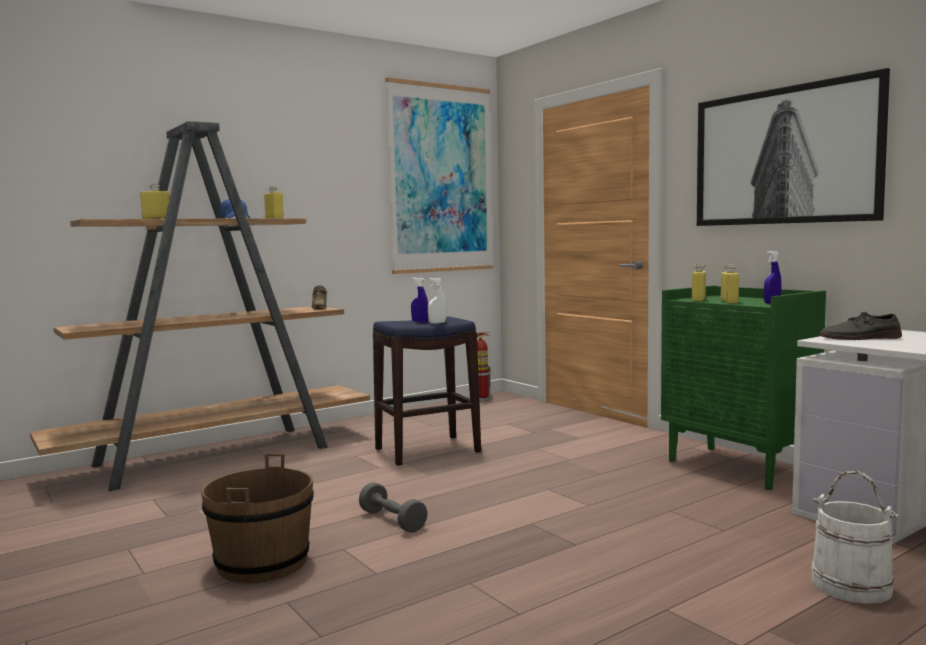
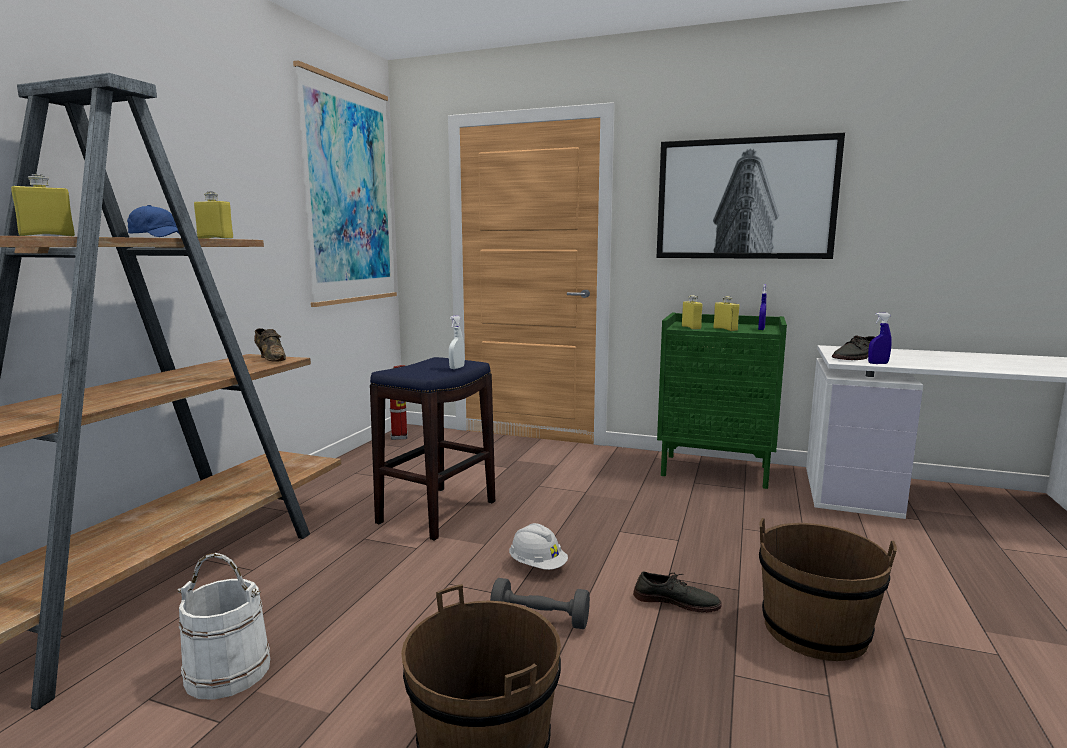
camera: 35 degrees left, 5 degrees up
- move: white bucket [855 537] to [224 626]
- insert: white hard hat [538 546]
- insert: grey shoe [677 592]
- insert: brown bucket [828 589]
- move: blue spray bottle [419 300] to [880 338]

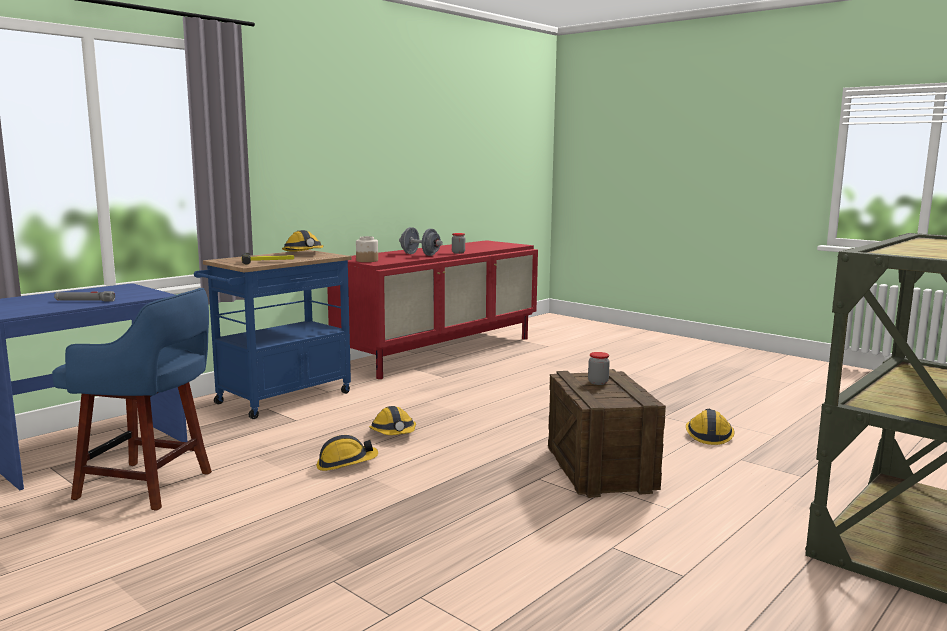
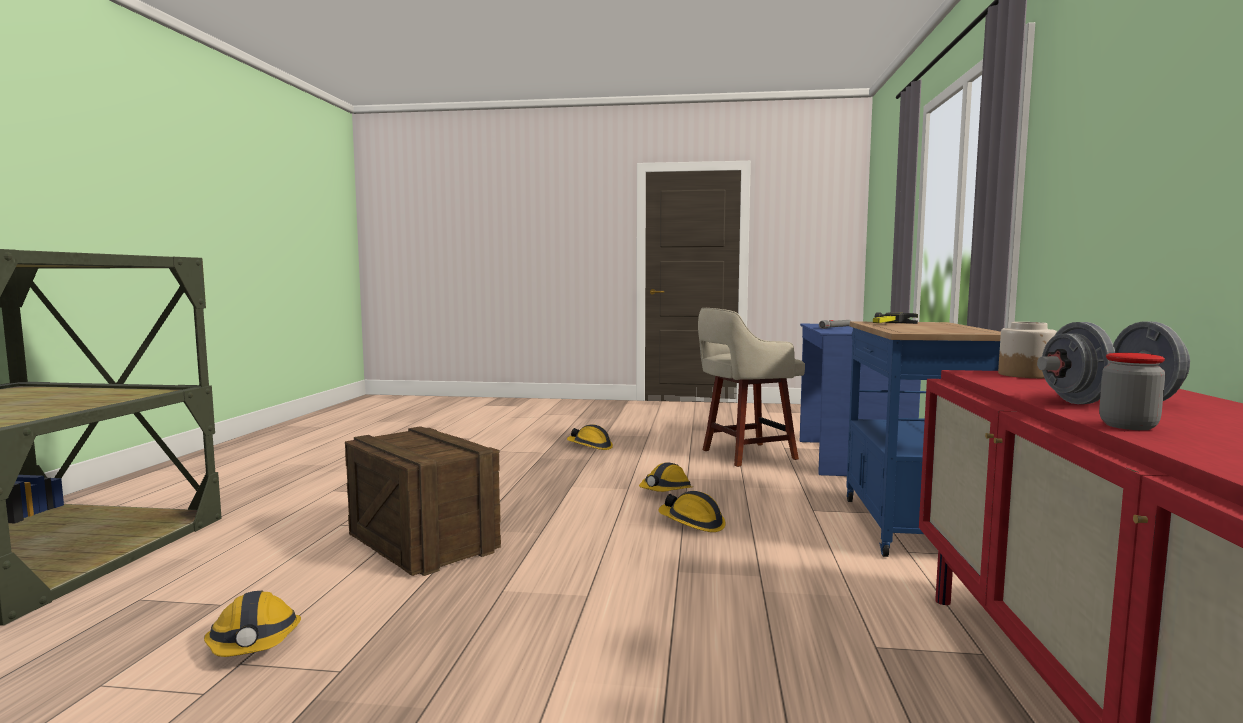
camera: 145 degrees right, 5 degrees down
- move: hard hat [303 241] to [590 437]
- recolor: blue stool [132 399] to beige stool [751 387]
- delete: jar [599 368]

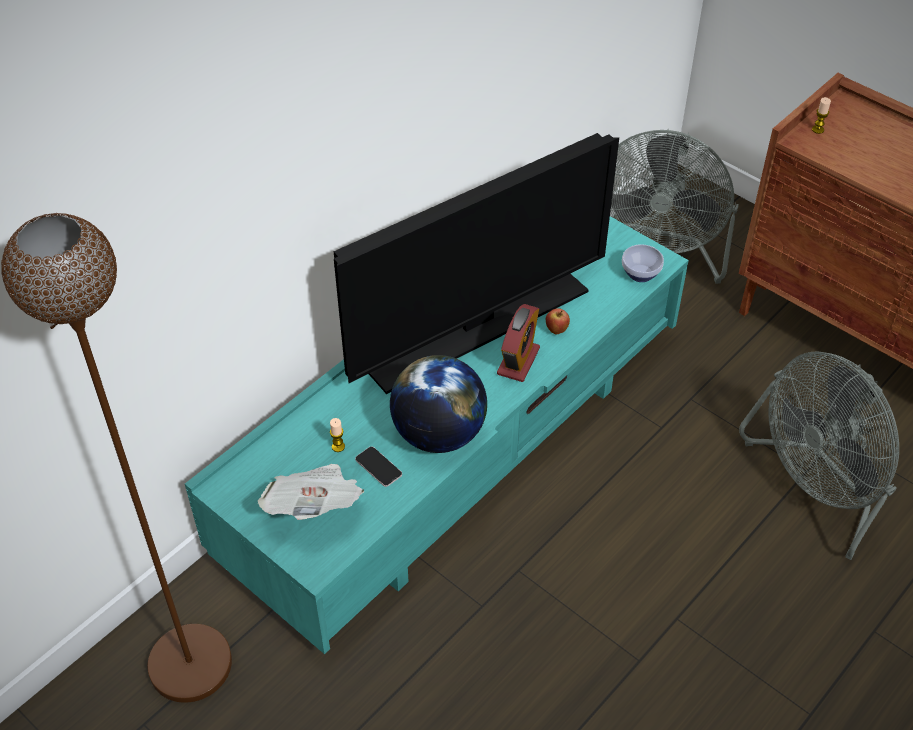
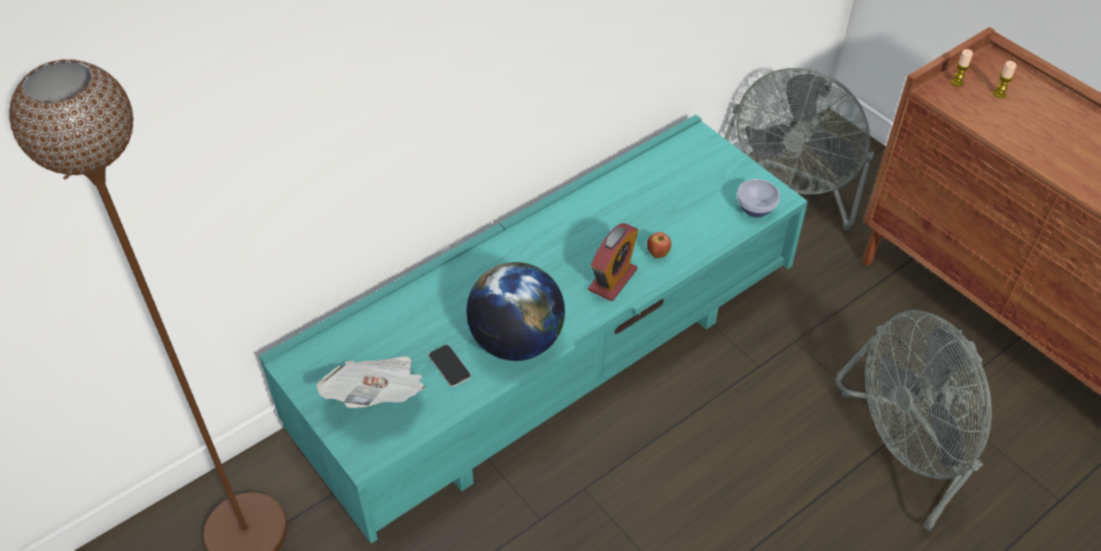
camera: 10 degrees right, 0 degrees up
- move: candle [337 435] to [1004 79]
- delete: television [476 263]

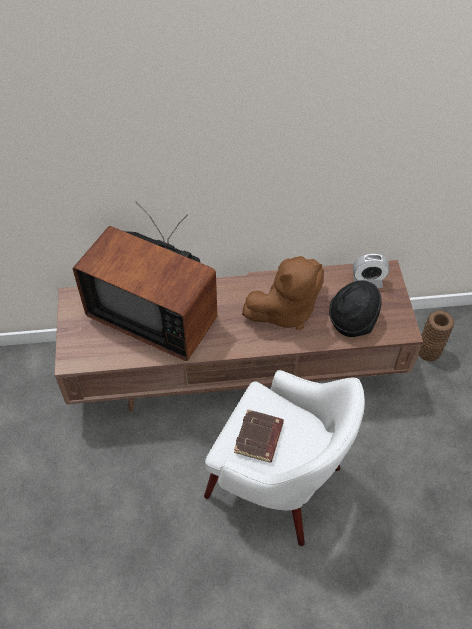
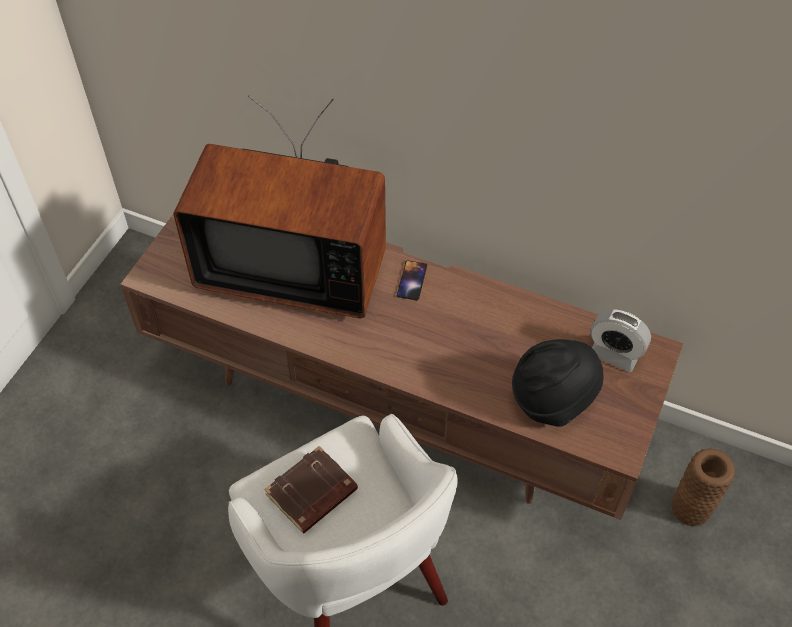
camera: 30 degrees right, 0 degrees up
- rotate: television [145 281] = [279 206] 45 degrees counterclockwise
- insert: phone [412 280]
- delete: brown plush toy [283 293]

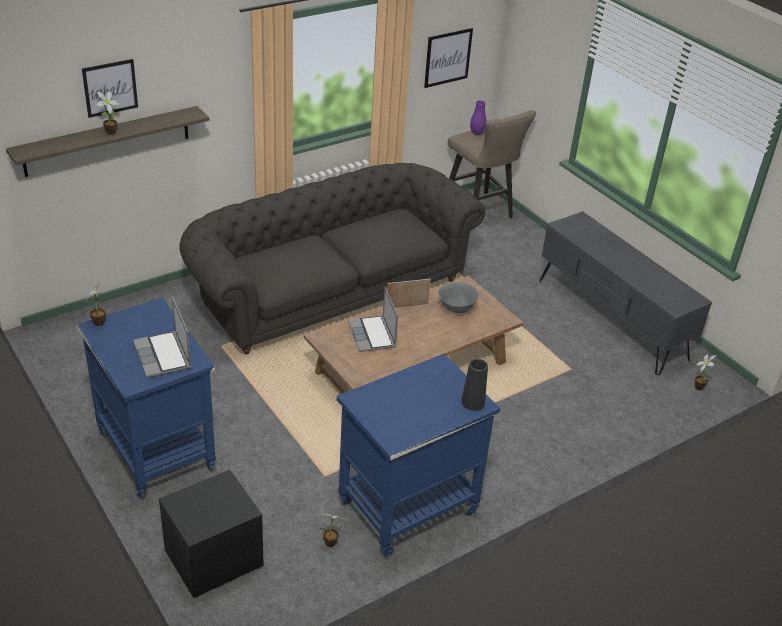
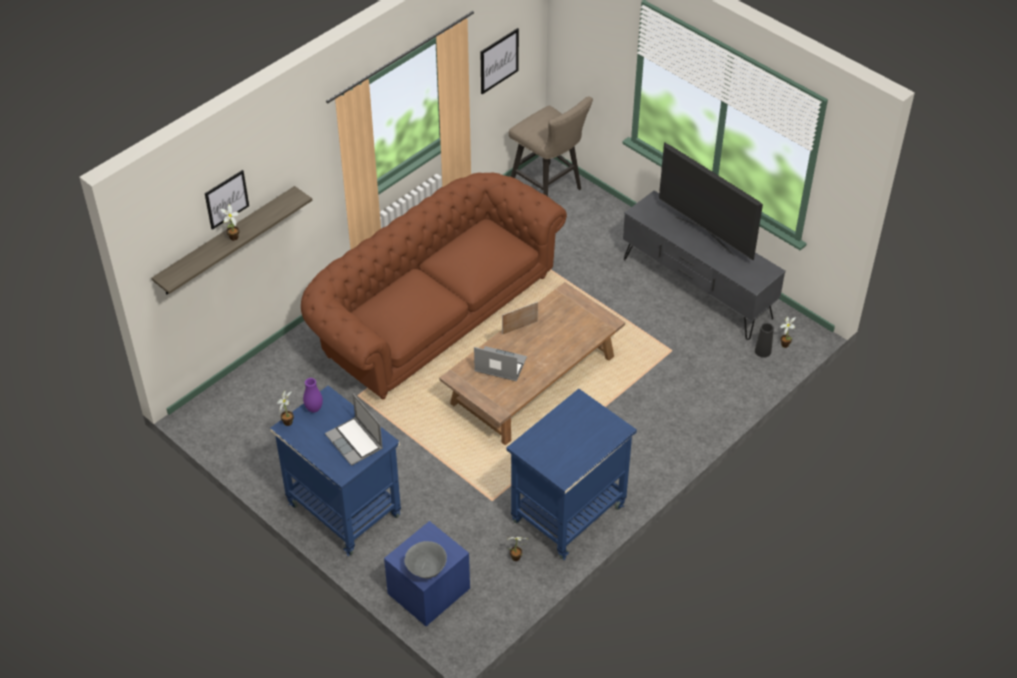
camera: 10 degrees left, 10 degrees up
- recolor: grey sofa [332 258] to brown sofa [434 285]
- move: purple vase [478 117] to [313 395]
- recolor: black nightstand [211 534] to blue nightstand [427 573]
- move: grey bowl [458 297] to [425 560]
- rotate: laptop [373 319] = [500 363] 135 degrees clockwise
- insert: television [711 201]
- move: black vase [474 385] to [764 340]

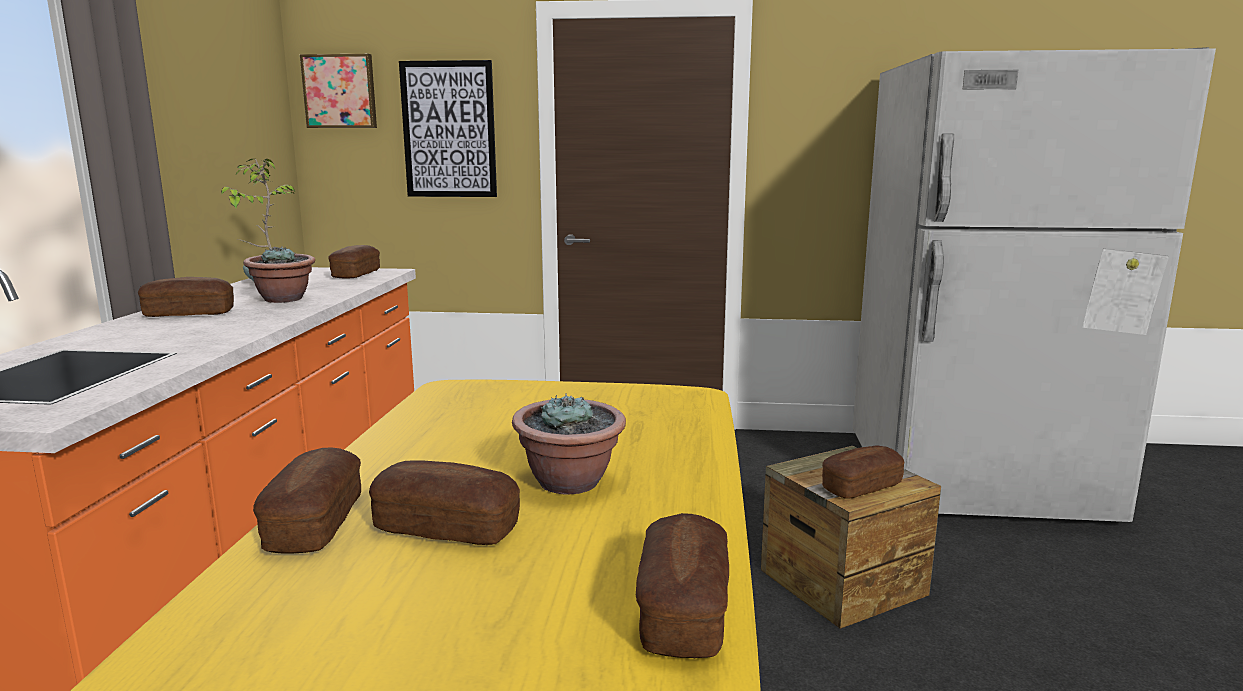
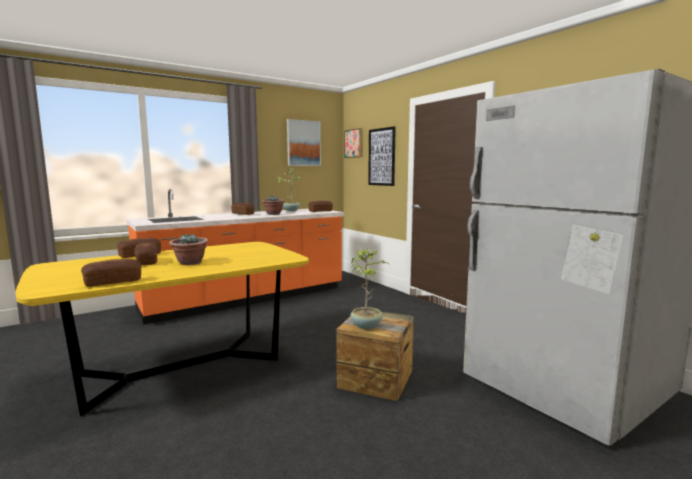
camera: 50 degrees right, 5 degrees down
- insert: picture [304 142]
- replace: bread [863 472] to potted plant [370 288]

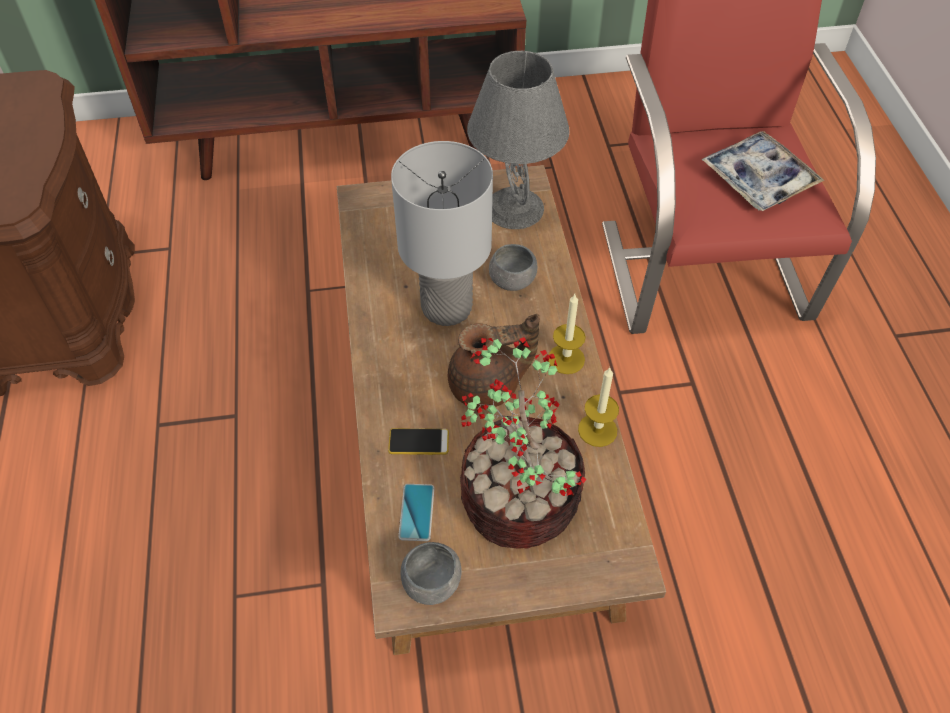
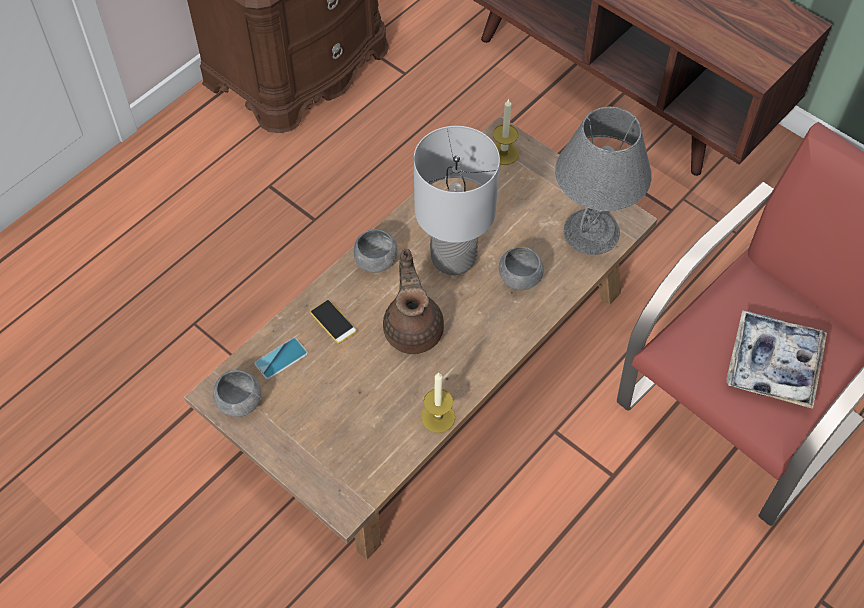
camera: 50 degrees right, 5 degrees up
- insert: grey bowl [376 251]
- rotate: brown teapot [494 361] = [413 301] 135 degrees counterclockwise
- move: candle [567 334] to [506 132]
- delete: potted plant [523 443]

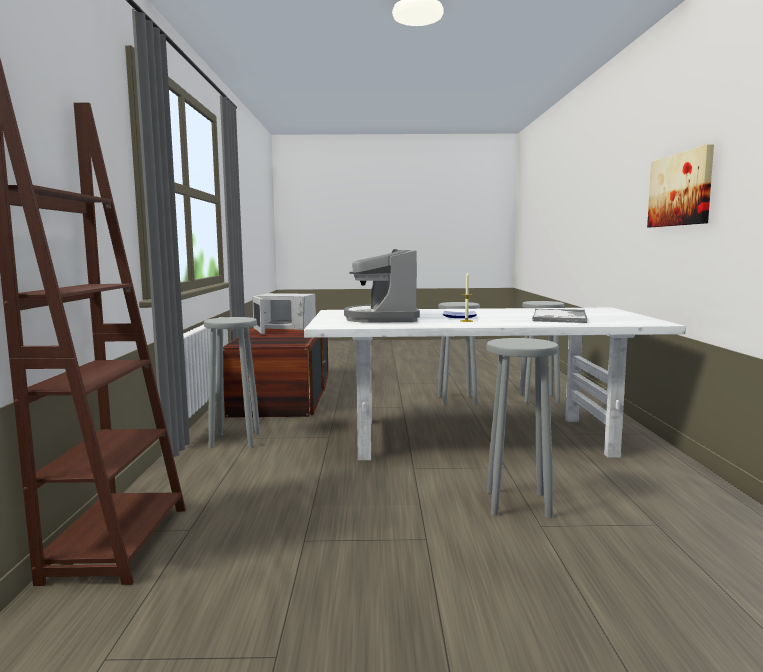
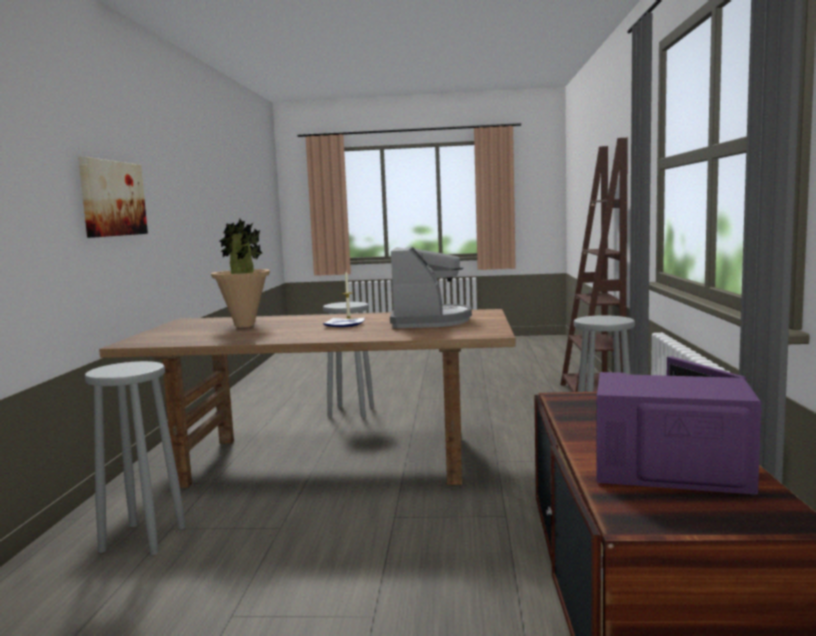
camera: 175 degrees left, 0 degrees up
- recolor: white dining table [495 383] to brown dining table [307 398]
- replace: tray [560 316] to potted plant [240 273]
- recolor: white microwave [284 313] to purple microwave [679 425]
- delete: grey stool [459 353]

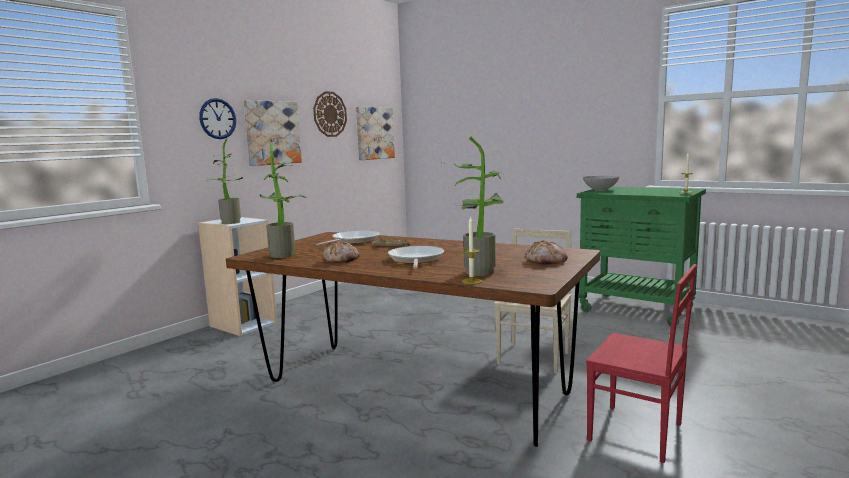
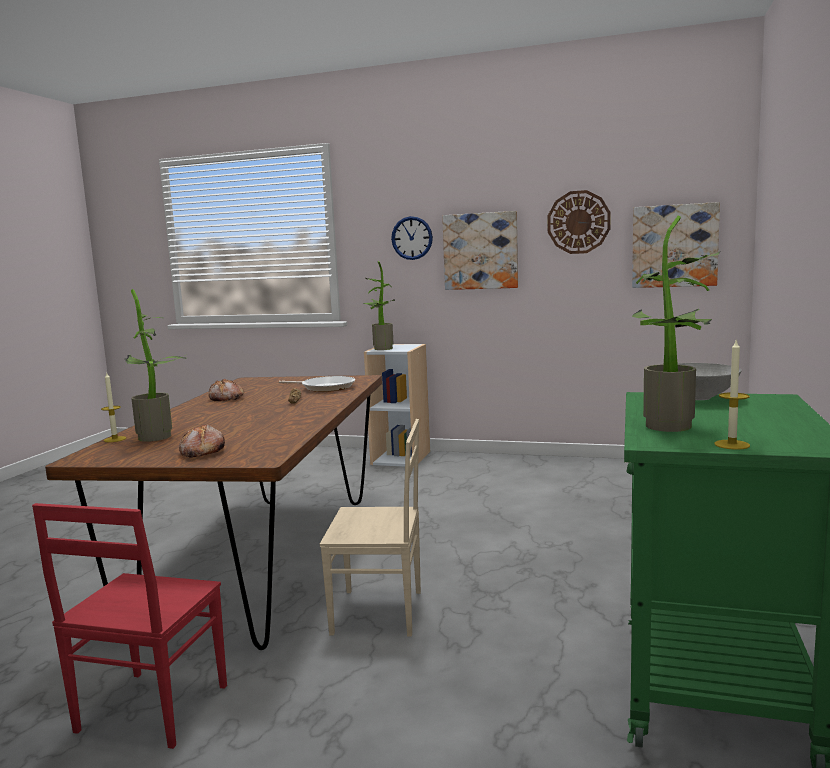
camera: 70 degrees right, 0 degrees up
- move: potted plant [283 200] to [676 324]
- delete: frying pan [416 257]

